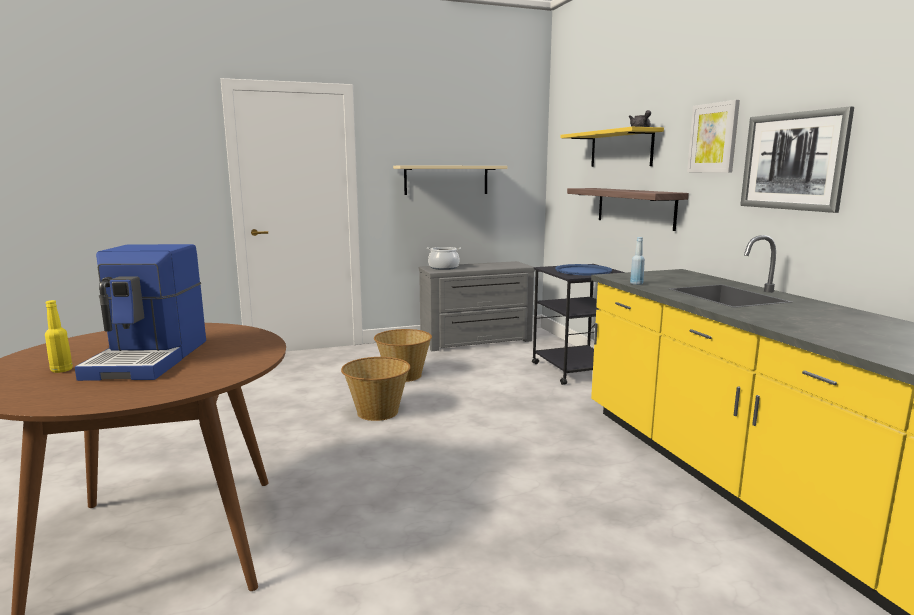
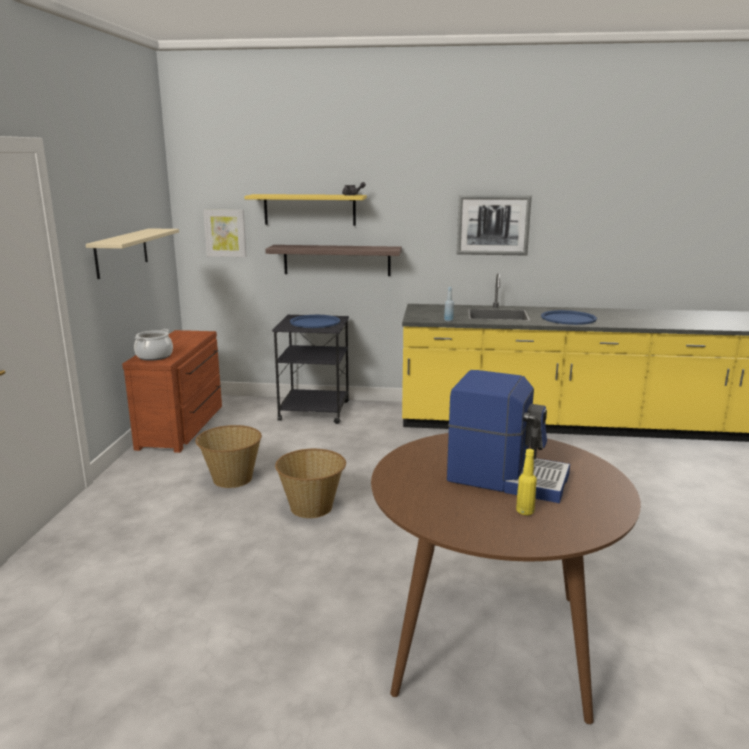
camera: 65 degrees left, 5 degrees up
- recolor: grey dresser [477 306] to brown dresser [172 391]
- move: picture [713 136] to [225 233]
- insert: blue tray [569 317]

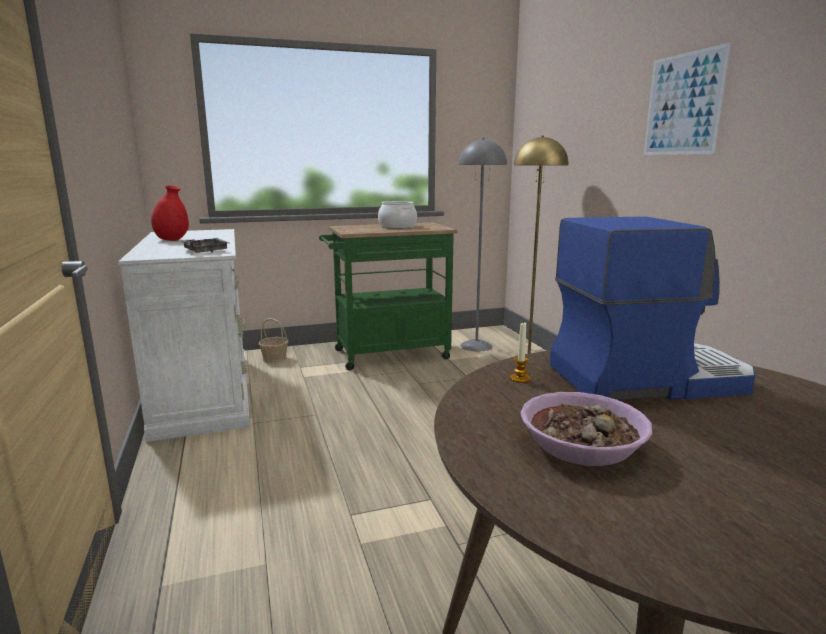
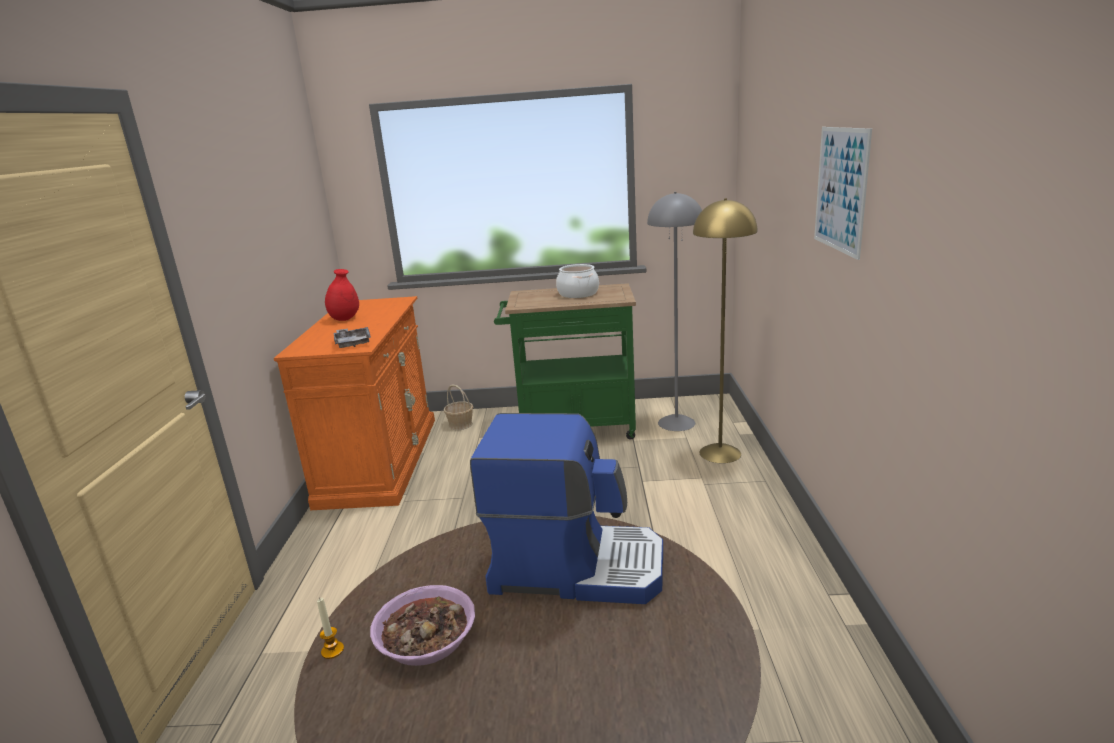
camera: 20 degrees right, 5 degrees up
- recolor: white dresser [184 335] to orange dresser [354 403]
- move: candle [520 352] to [330 628]

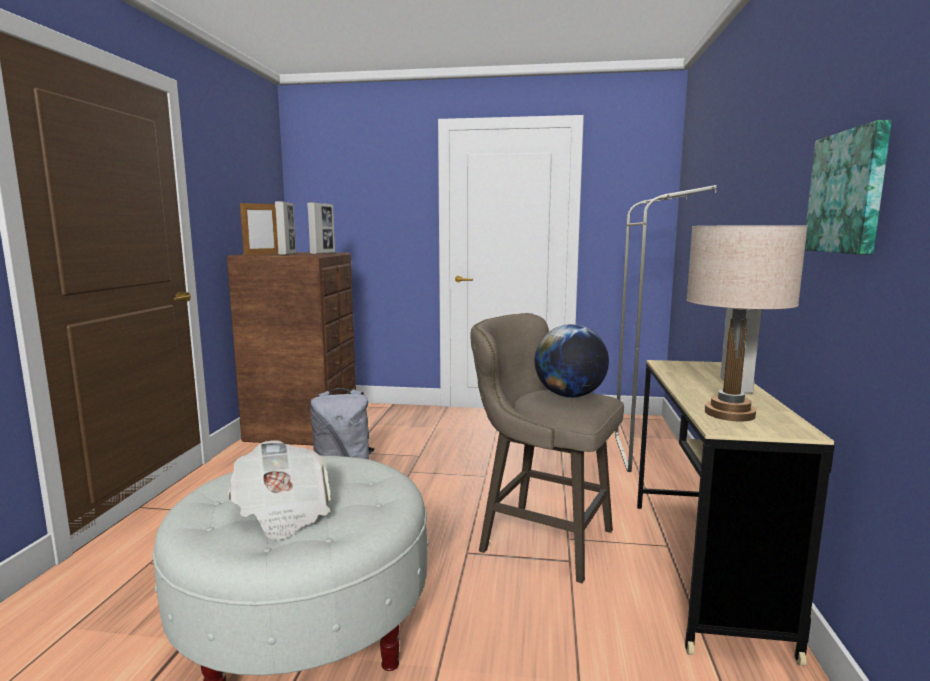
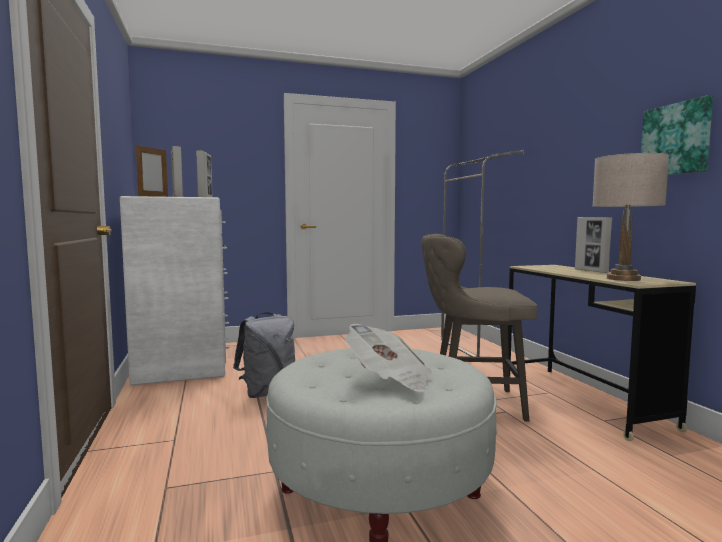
camera: 25 degrees left, 5 degrees down
- recolor: brown dresser [291 349] to white dresser [175 290]
- delete: globe [572 360]

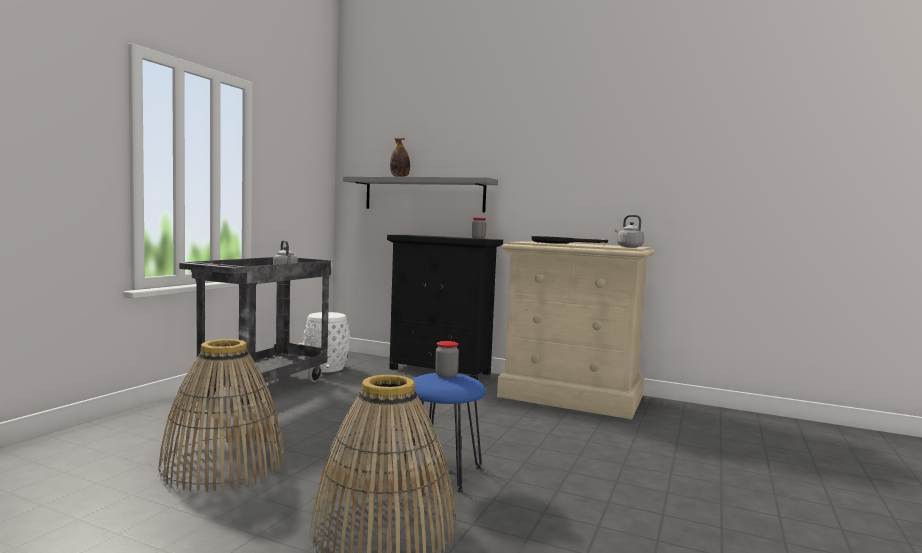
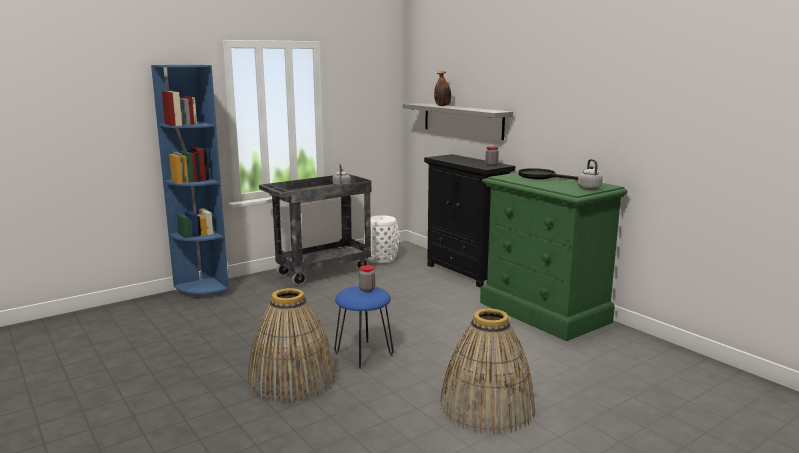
camera: 30 degrees right, 10 degrees up
- insert: blue bookcase [190 181]
- move: basket [221 415] to [487 372]
- recolor: beige dresser [576 330] to green dresser [554 257]

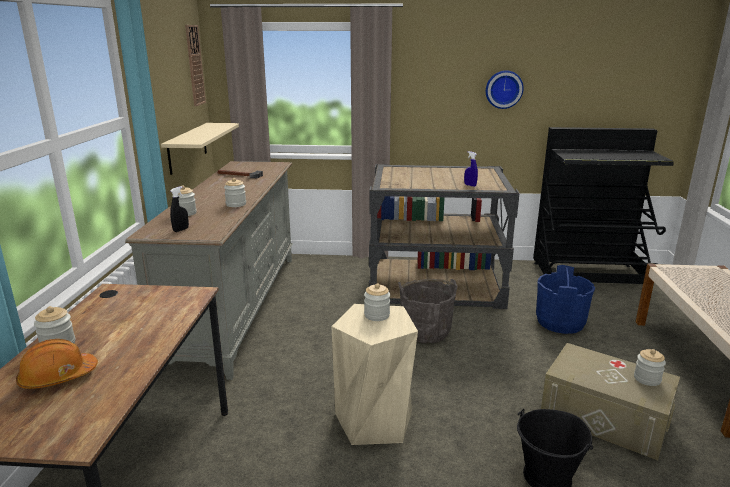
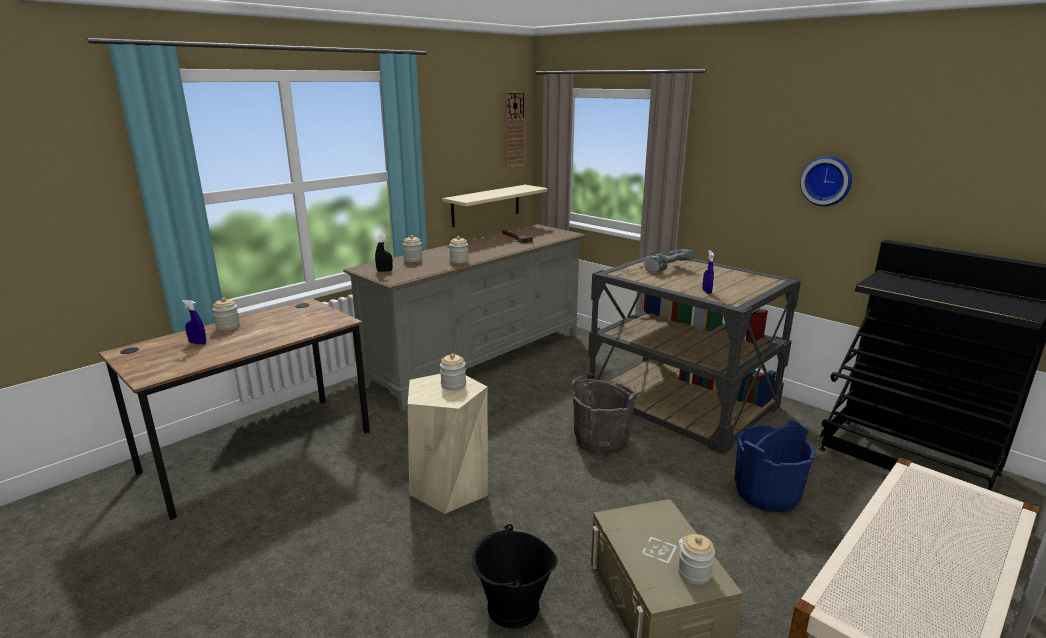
camera: 40 degrees right, 0 degrees up
- replace: orange hard hat [57 364] to blue spray bottle [194 322]
- insert: power drill [667 260]

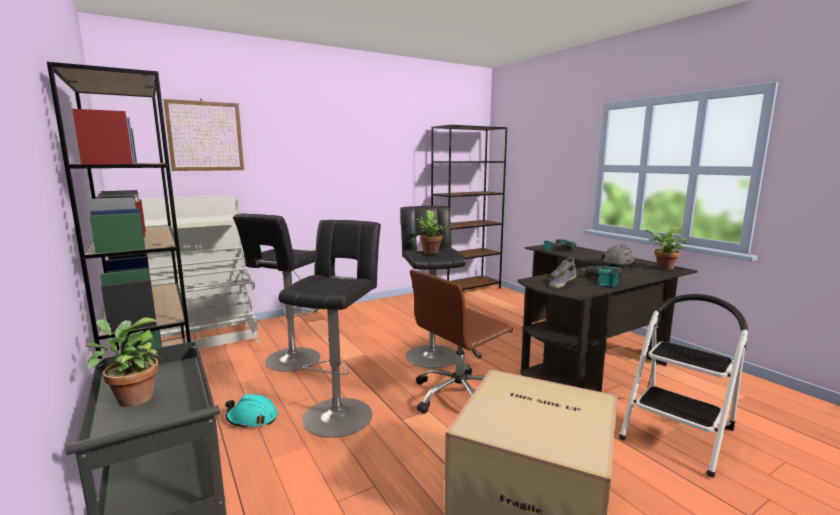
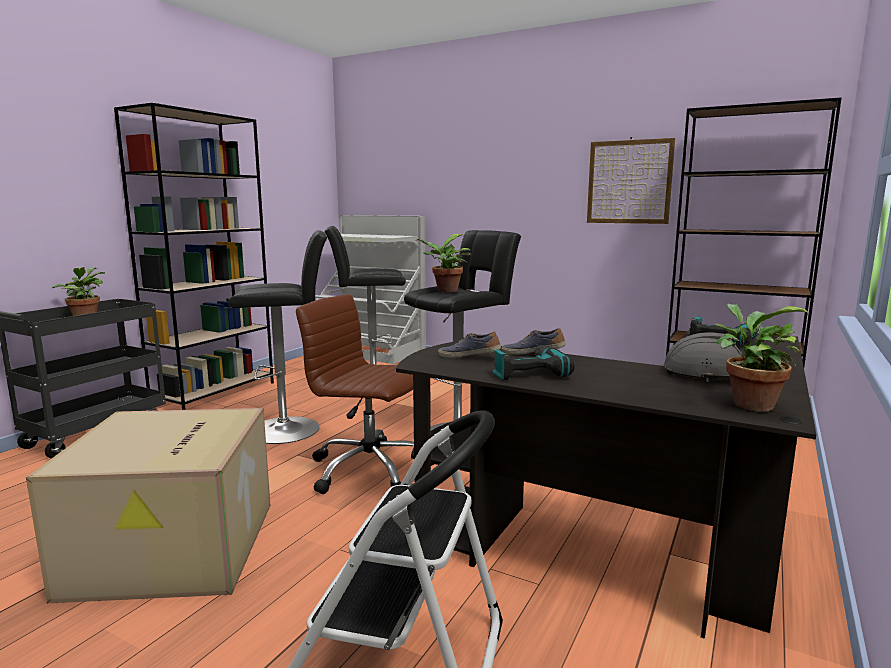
camera: 60 degrees right, 0 degrees up
- move: picture [203 135] to [631 180]
- delete: turquoise hard hat [251 411]

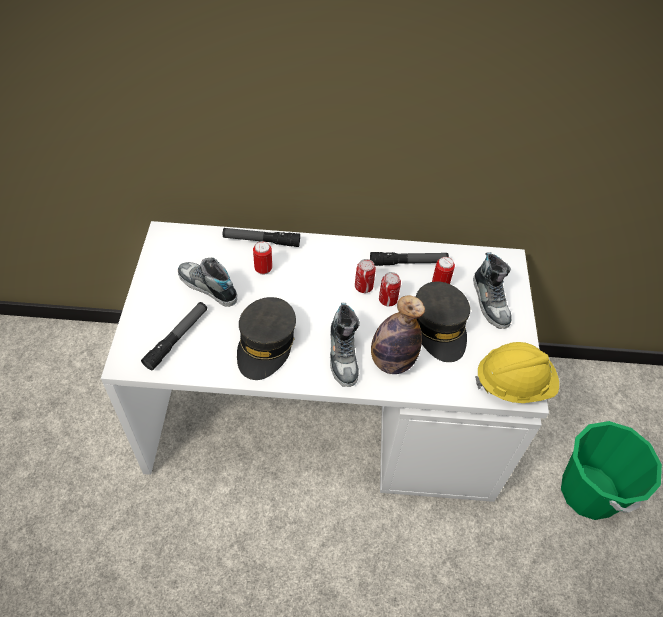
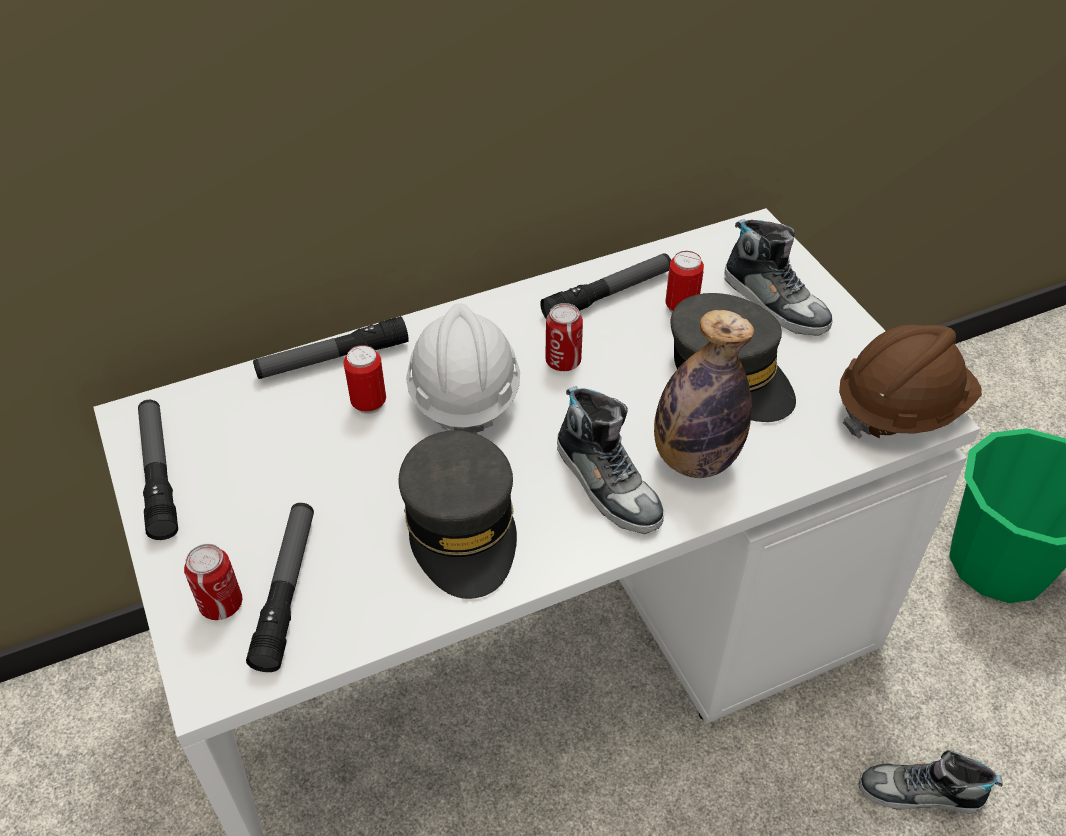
camera: 25 degrees left, 5 degrees down
- insert: flashlight [158 470]
- move: can [390 289] to [213 582]
- insert: white hard hat [463 369]
- recolor: yellow hard hat [517 372] to brown hard hat [910 382]
- move: shoe [207 282] to [931 782]

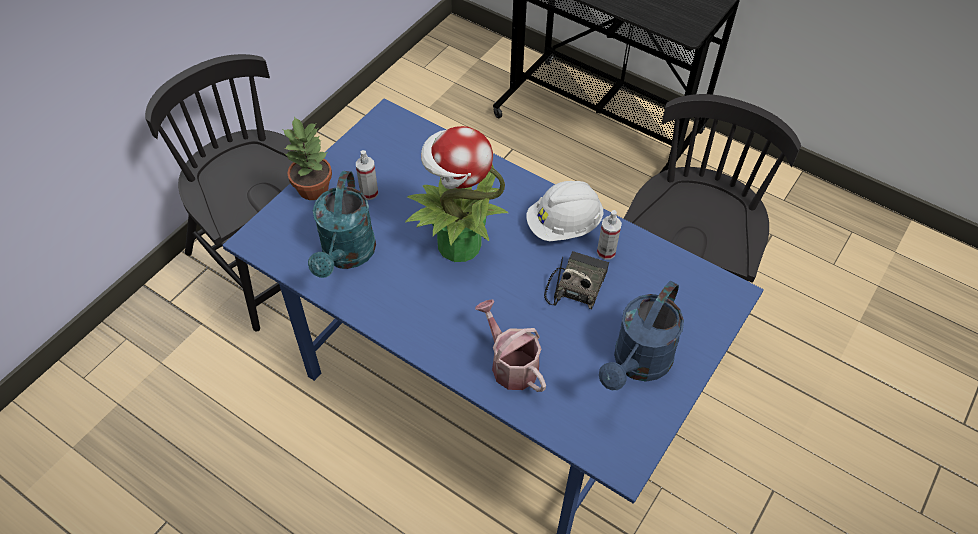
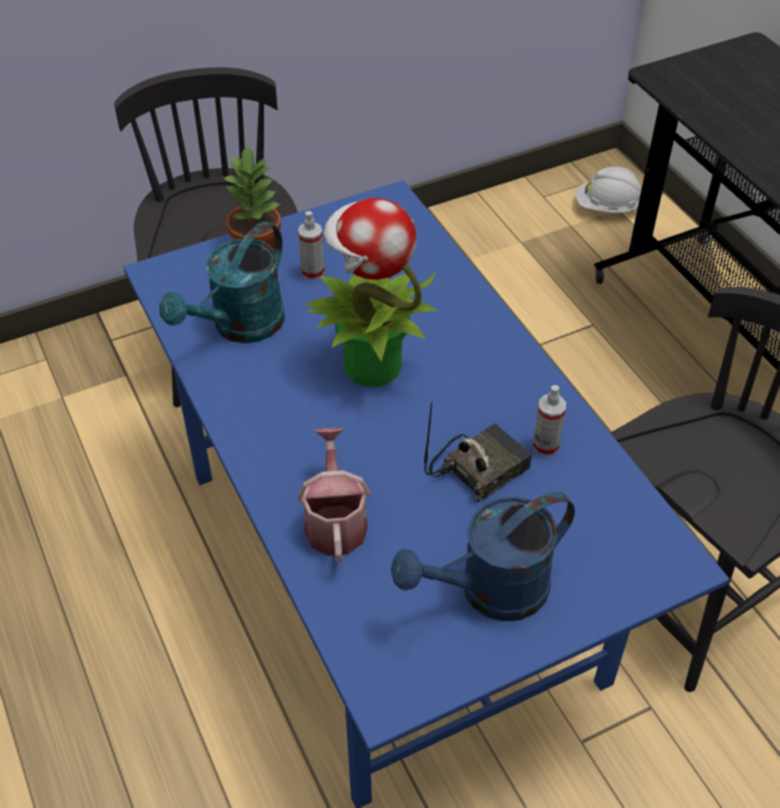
camera: 30 degrees right, 5 degrees down
- move: white hard hat [564 211] to [608 190]

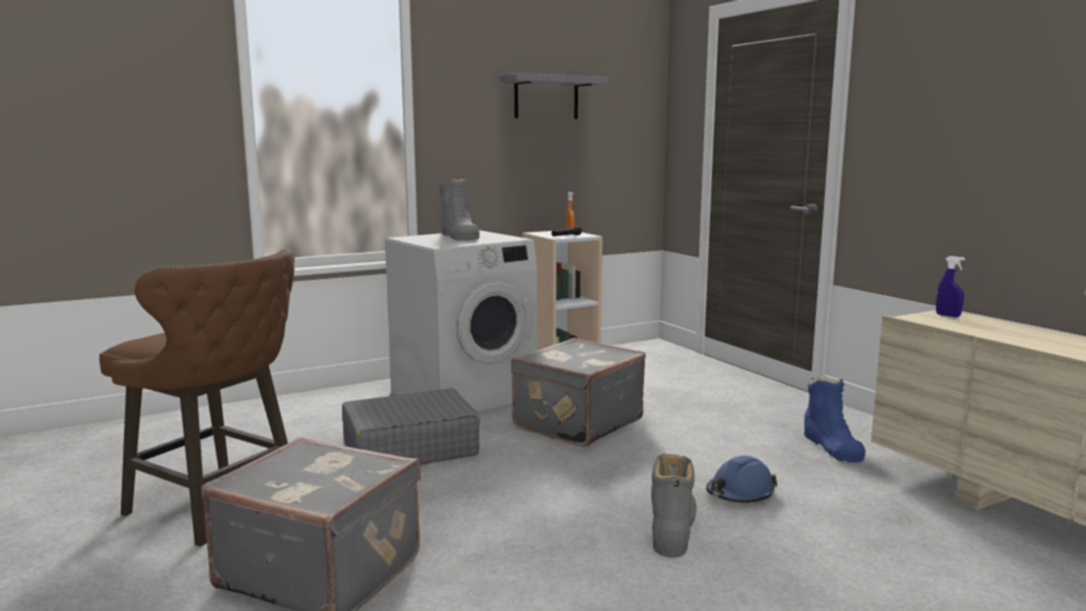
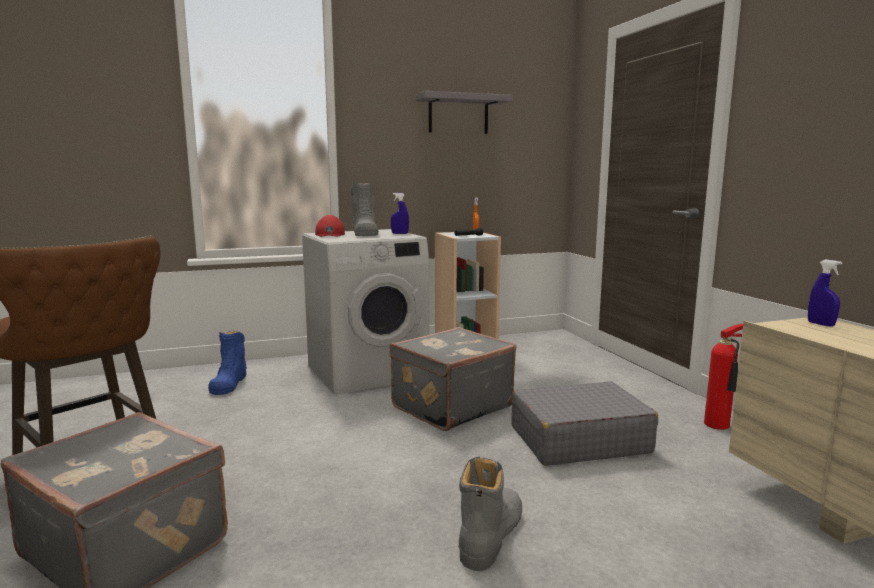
camera: 10 degrees right, 0 degrees up
- move: blue boot [835 420] to [227 363]
- insert: red cap [330 226]
- insert: blue spray bottle [400 213]
- move: grey suitcase [411 426] to [584 423]
- insert: fire extinguisher [723 377]
- delete: blue hard hat [741 479]

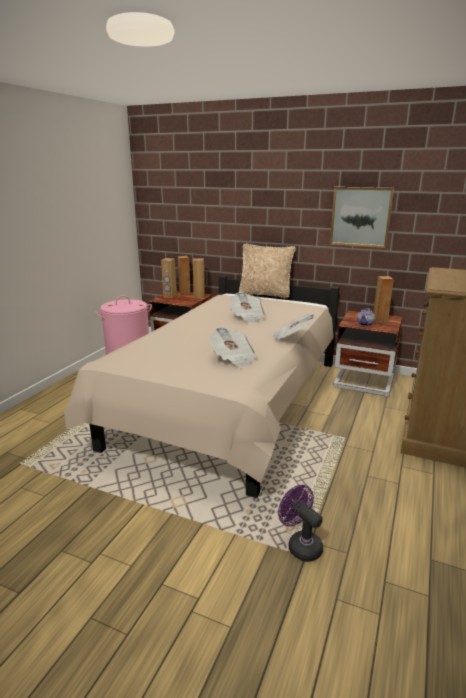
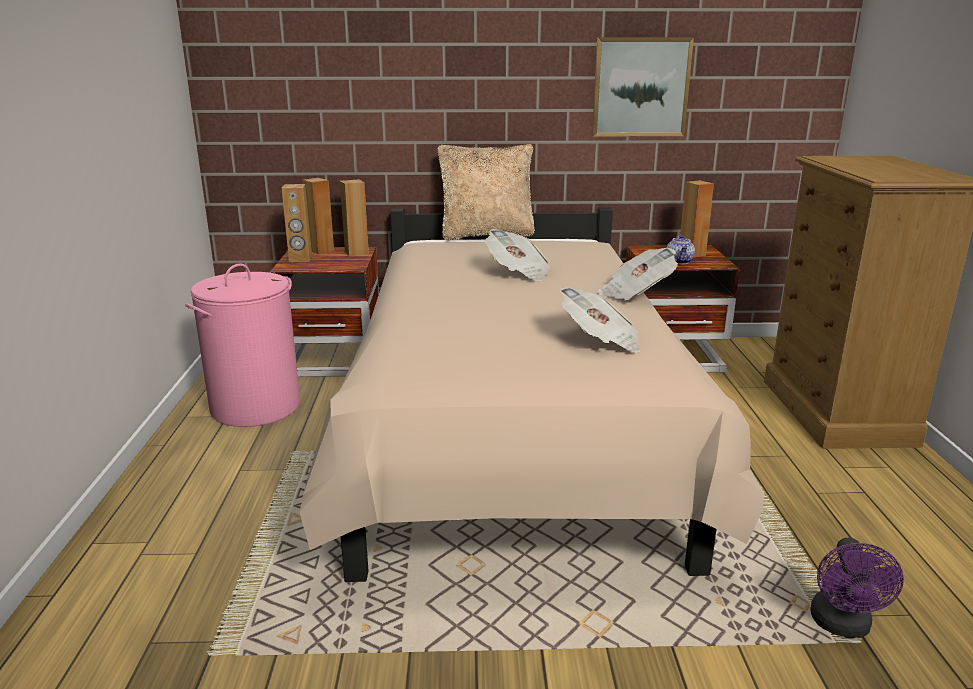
camera: 25 degrees left, 0 degrees up
- rotate: purple fan [300 523] = [857 588] 105 degrees counterclockwise

